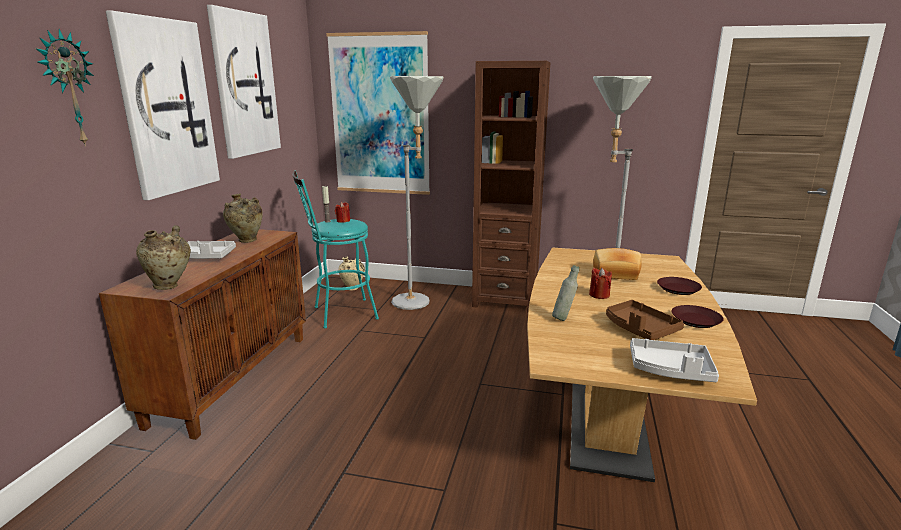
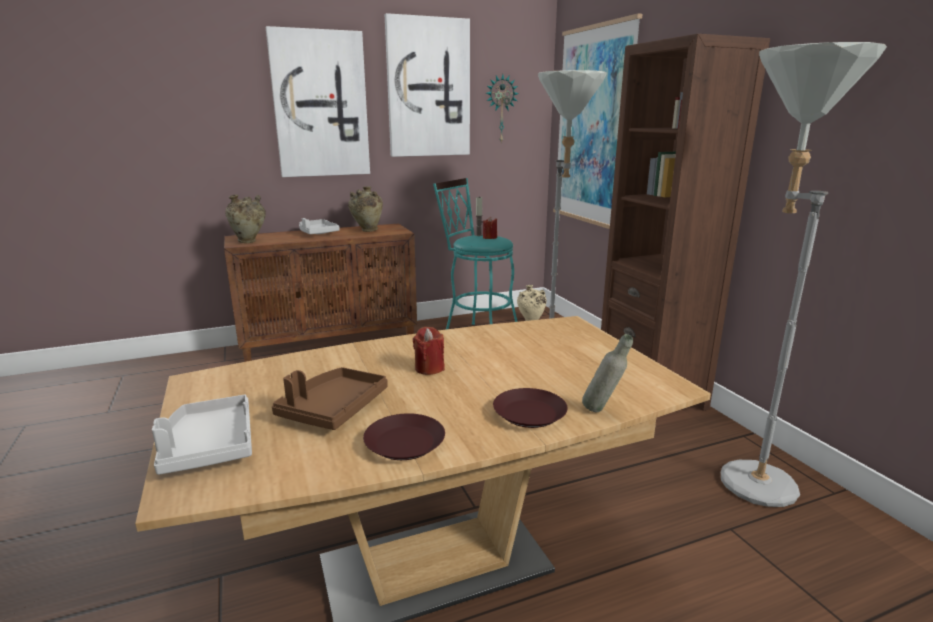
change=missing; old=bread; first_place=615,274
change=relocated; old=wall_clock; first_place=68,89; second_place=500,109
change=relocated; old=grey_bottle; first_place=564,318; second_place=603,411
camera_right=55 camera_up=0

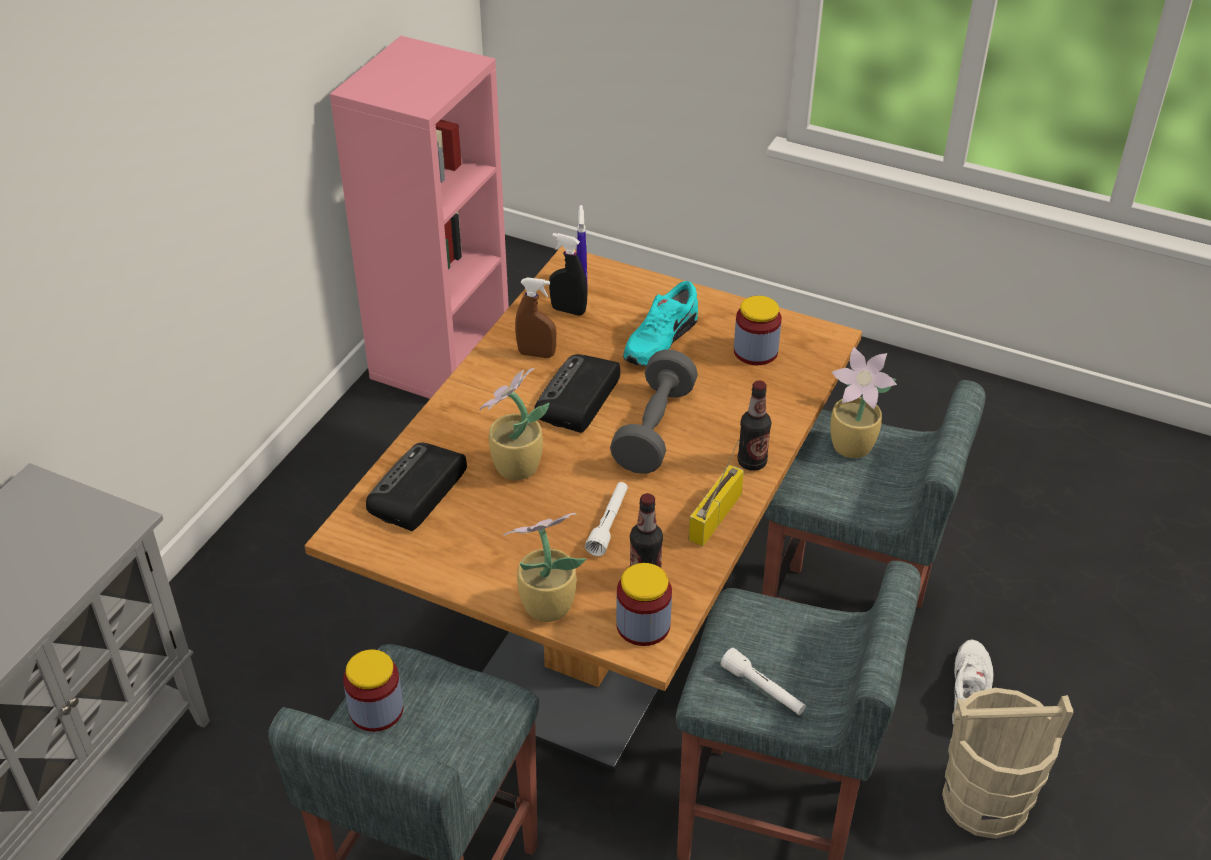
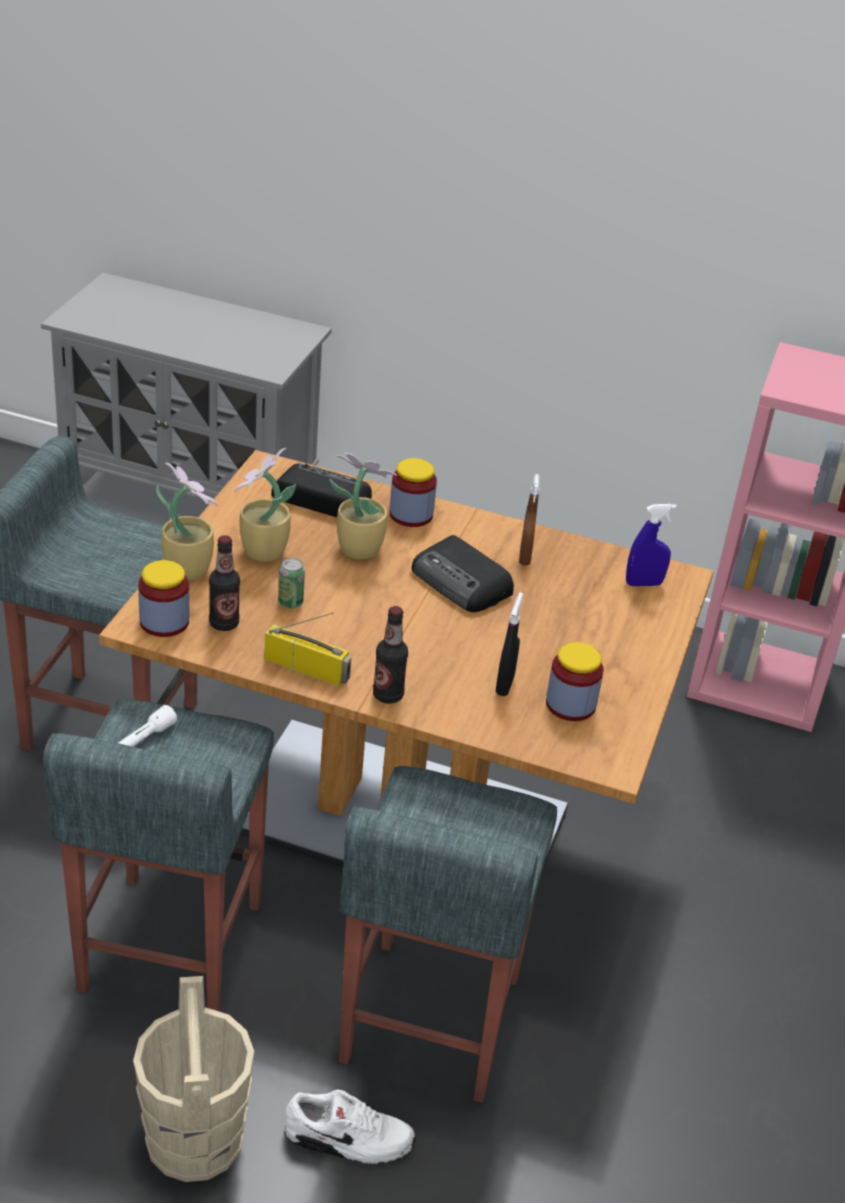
change=missing; old=grey_dumbbell; first_place=654,429
change=missing; old=turquoise_shoe; first_place=659,340
change=relocated; old=jar; first_place=376,710; second_place=411,514
change=relocated; old=black_spray_bottle; first_place=568,310; second_place=504,685
change=relocated; old=potted_plant; first_place=853,447; second_place=262,552
change=exchanged; old=white_flashlight; new=can; first_place=609,524; second_place=290,602
change=spun; old=radio; first_place=578,399; second_place=462,583; degrees=-150
camera_right=80 camera_up=-5

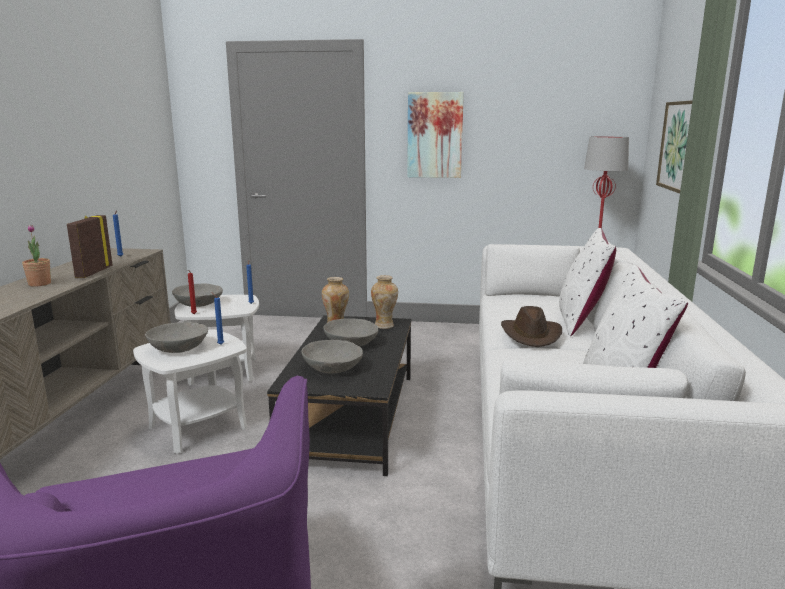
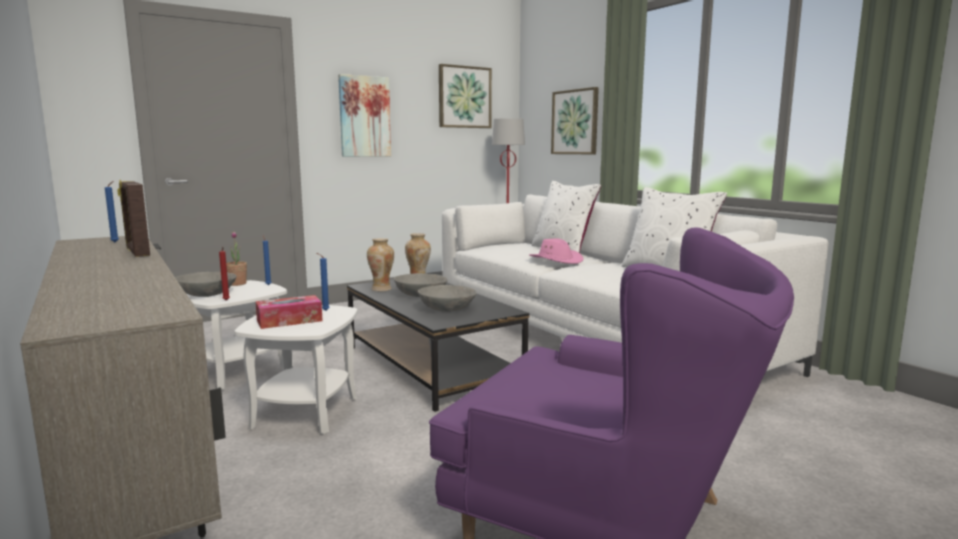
change=appeared; new=picture; second_place=464,97
change=relocated; old=potted_plant; first_place=39,284; second_place=237,284
change=exchanged; old=grey_bowl; new=tissue_box; first_place=178,348; second_place=289,321
change=colour; old=brown_hat; new=pink_hat; first_place=531,335; second_place=556,260
camera_right=-40 camera_up=-5

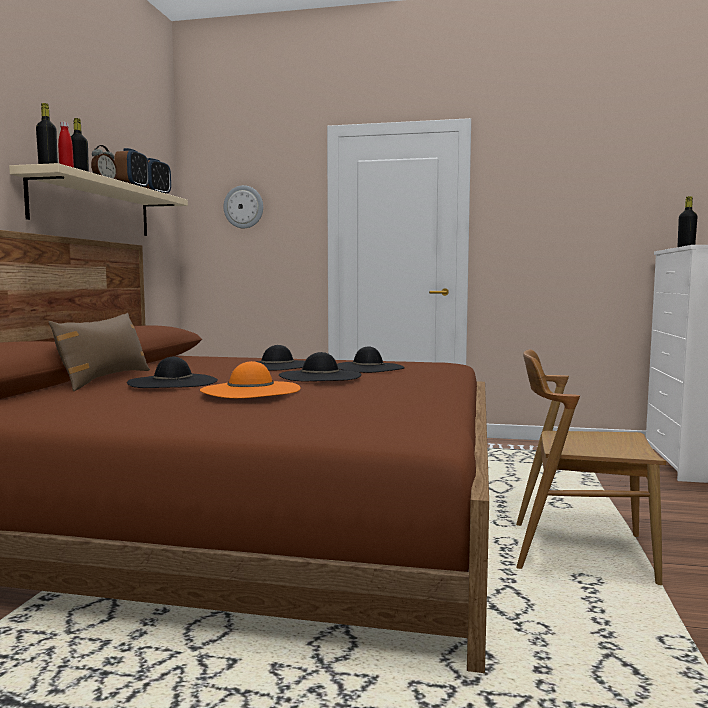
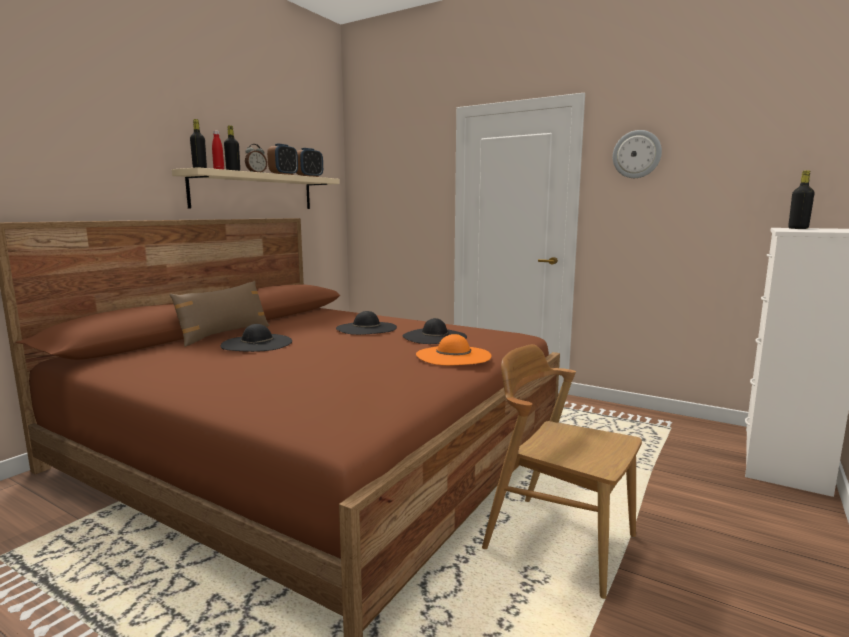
change=missing; old=black_hat; first_place=320,376
change=relocated; old=orange_hat; first_place=250,390; second_place=453,355
change=relocated; old=wall_clock; first_place=243,207; second_place=636,154
camera_right=20 camera_up=5

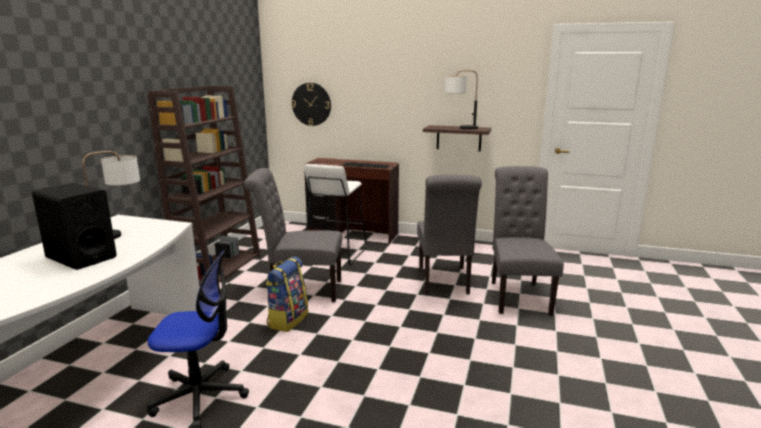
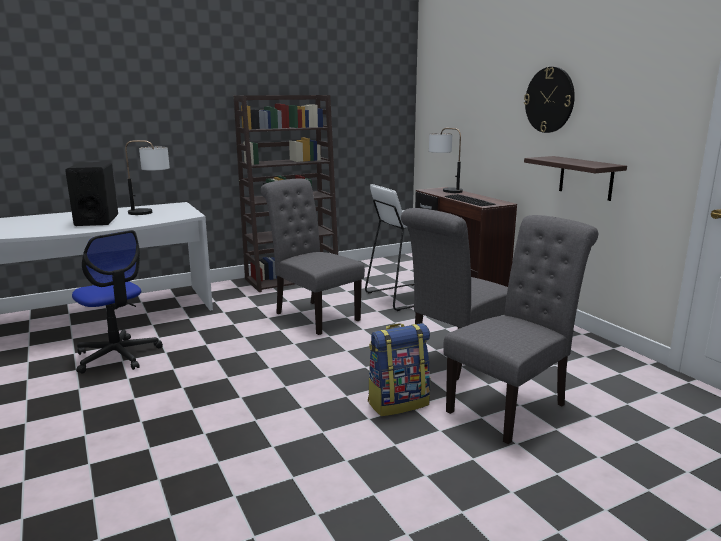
change=relocated; old=backpack; first_place=287,320; second_place=398,403
change=relocated; old=wall_clock; first_place=311,104; second_place=549,100
change=relocated; old=table_lamp; first_place=459,128; second_place=444,190
camera_right=45 camera_up=0

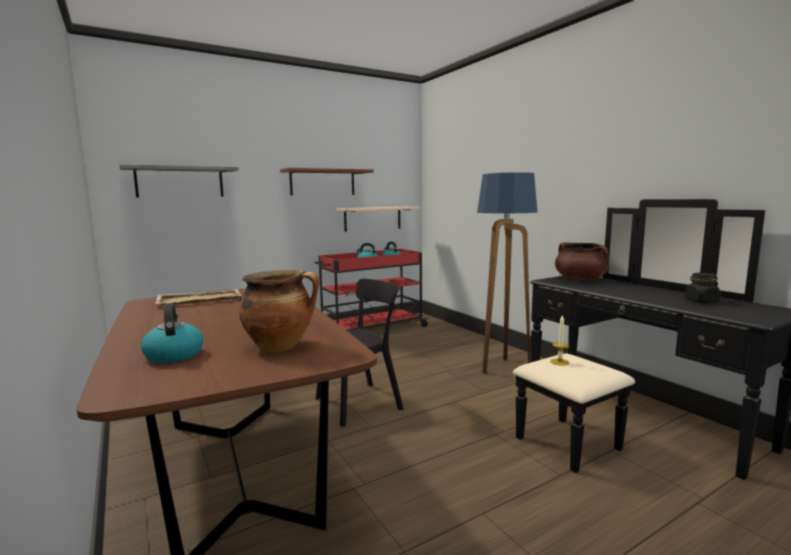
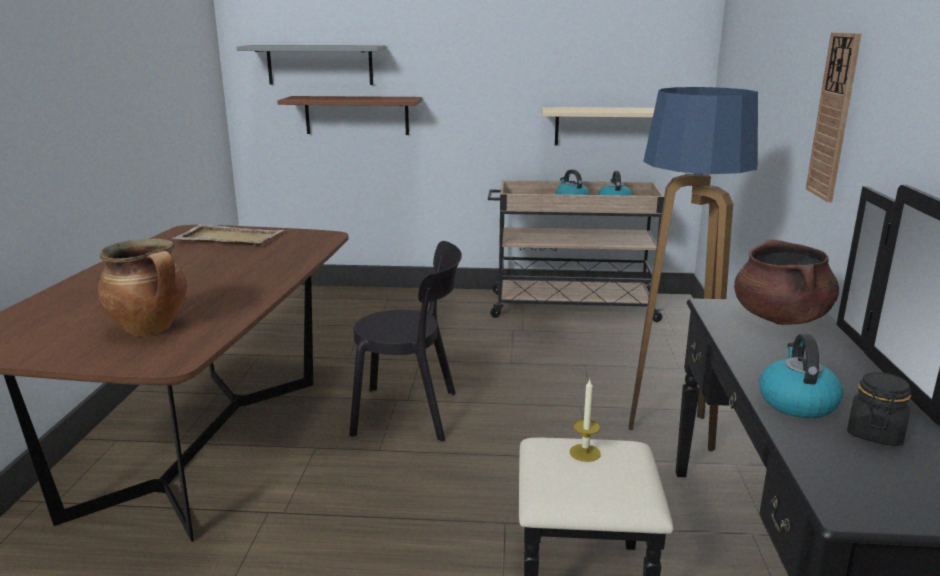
change=appeared; new=wall_clock; second_place=834,117
change=relocated; old=kettle; first_place=174,355; second_place=796,402
change=relocated; old=brown_shelf; first_place=322,182; second_place=357,115
change=colour; old=red_cart; new=beige_cart; first_place=371,329; second_place=570,307
camera_right=35 camera_up=10

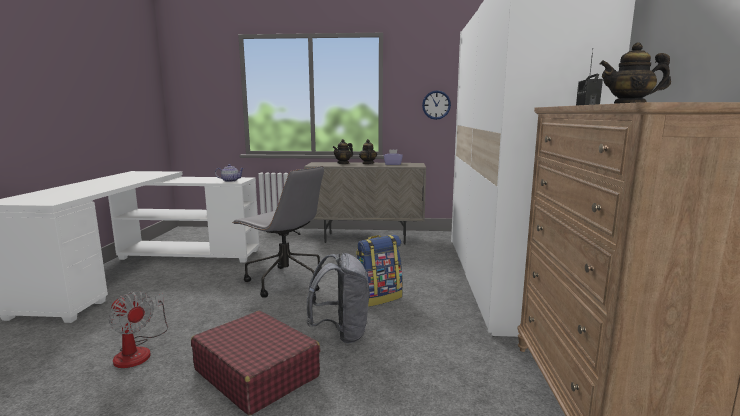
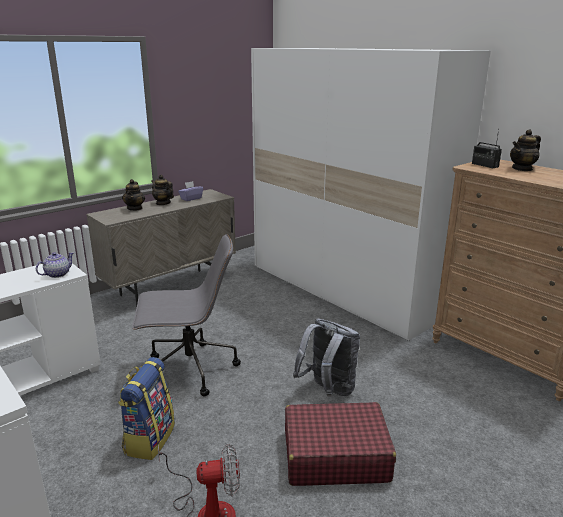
change=missing; old=wall_clock; first_place=436,105
change=relocated; old=backpack; first_place=378,297; second_place=149,438
camera_right=-45 camera_up=10

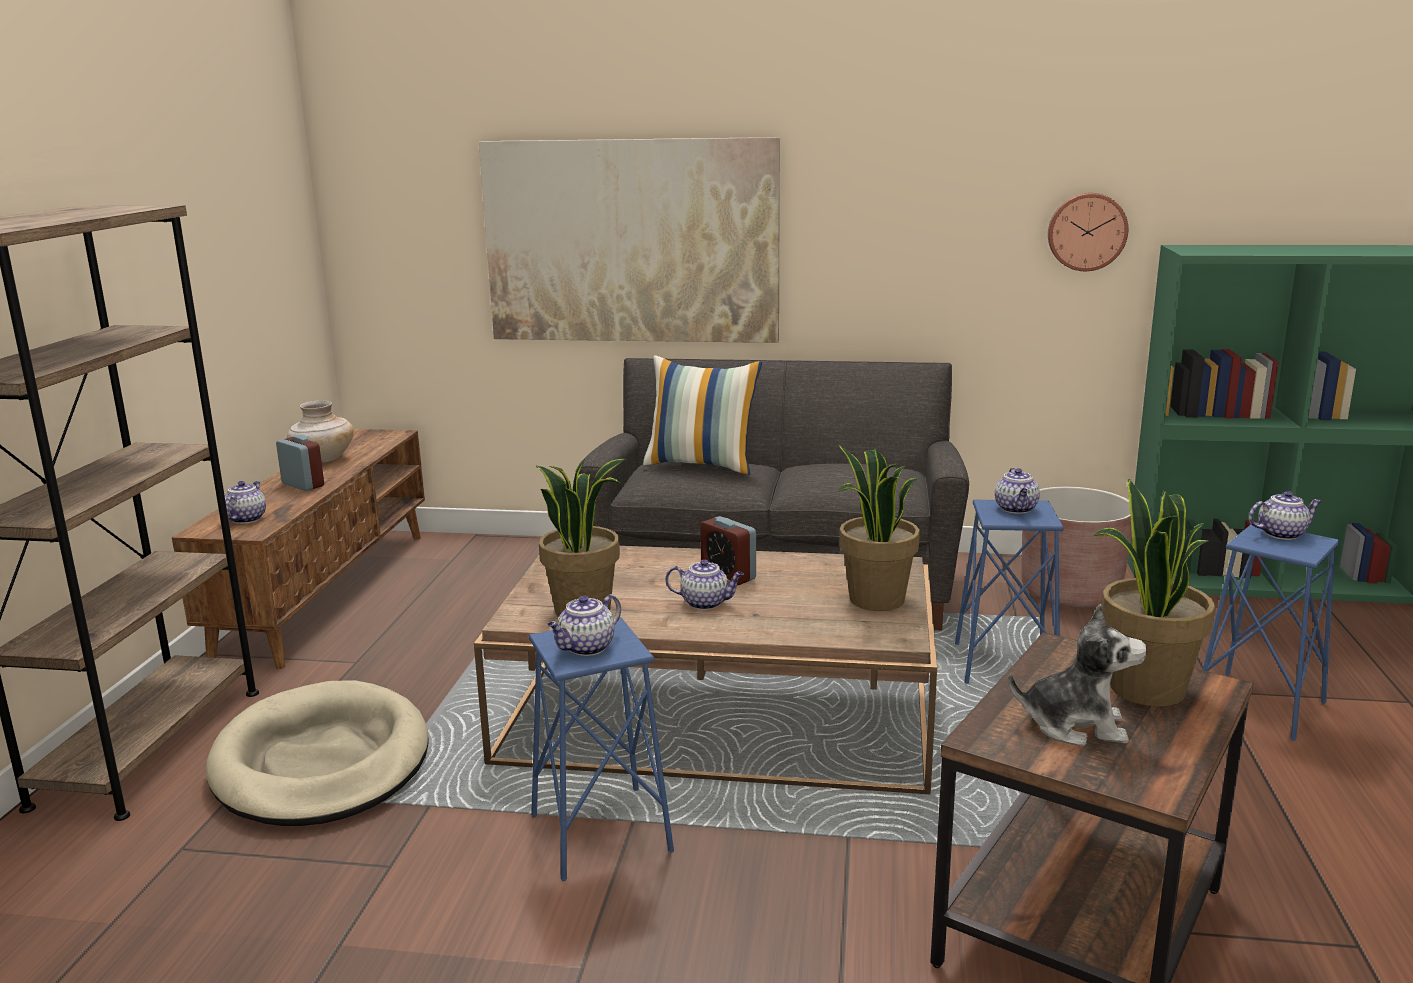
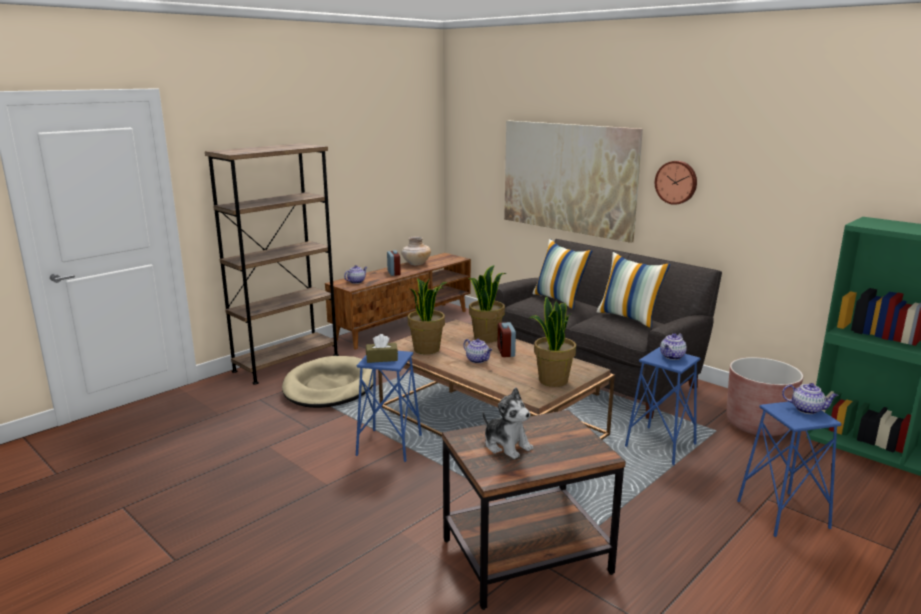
change=appeared; new=pillow; second_place=629,317
change=relocated; old=wall_clock; first_place=1086,231; second_place=676,182
change=relocated; old=potted_plant; first_place=1145,688; second_place=486,337
change=exchanged; old=teapot; new=brown_tissue_box; first_place=586,648; second_place=382,358
camera_right=35 camera_up=0

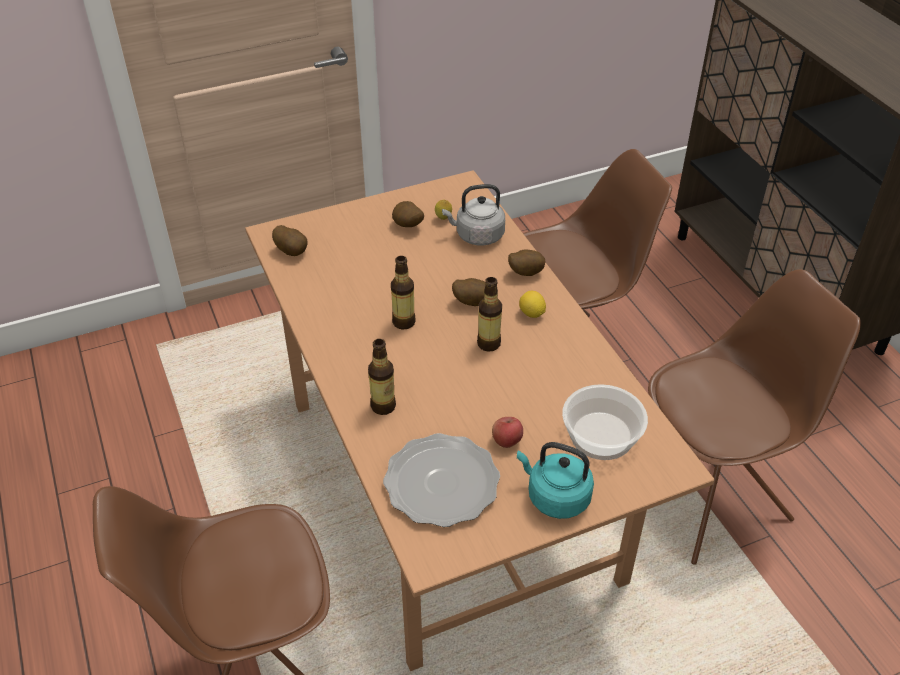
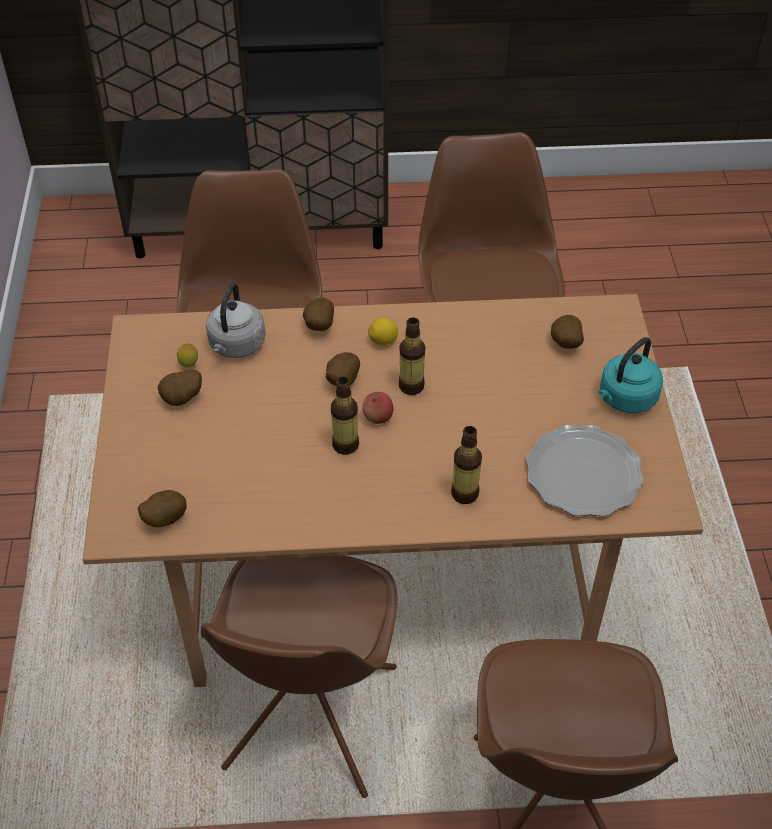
change=appeared; new=brown_chair; second_place=309,720
change=relocated; old=apple; first_place=507,441; second_place=378,417
change=exchanged; old=bowl; new=potato; first_place=602,435; second_place=565,344
camera_right=-70 camera_up=5

